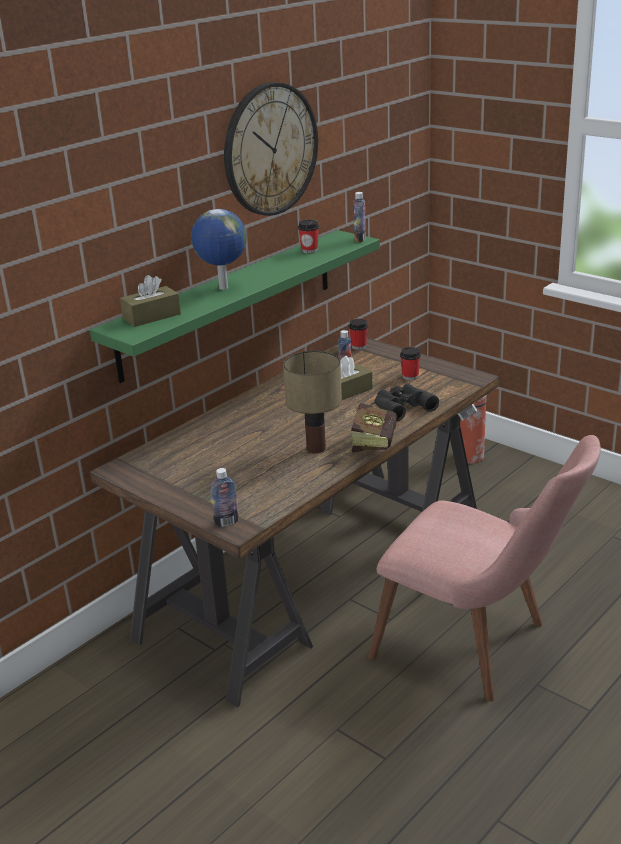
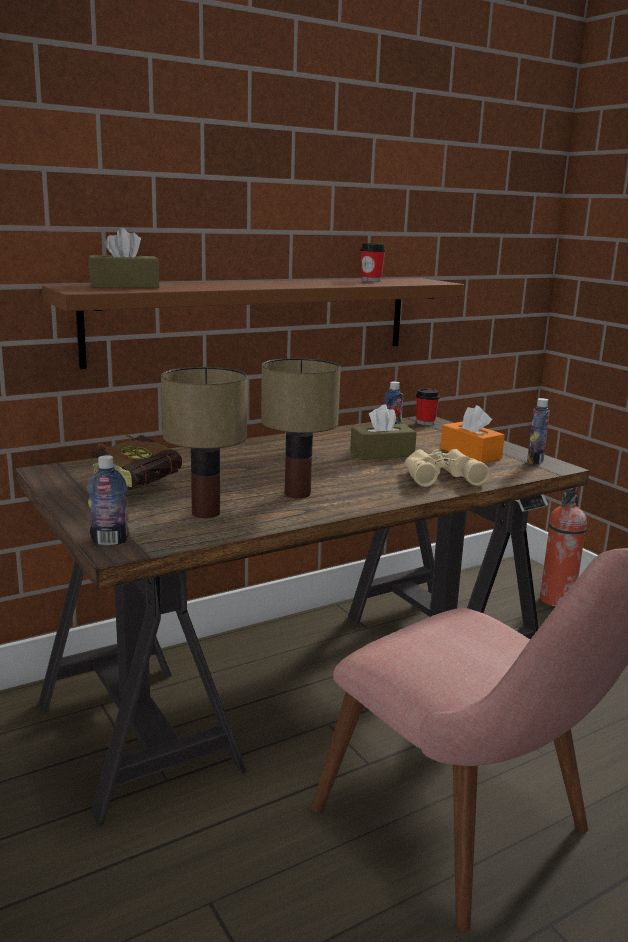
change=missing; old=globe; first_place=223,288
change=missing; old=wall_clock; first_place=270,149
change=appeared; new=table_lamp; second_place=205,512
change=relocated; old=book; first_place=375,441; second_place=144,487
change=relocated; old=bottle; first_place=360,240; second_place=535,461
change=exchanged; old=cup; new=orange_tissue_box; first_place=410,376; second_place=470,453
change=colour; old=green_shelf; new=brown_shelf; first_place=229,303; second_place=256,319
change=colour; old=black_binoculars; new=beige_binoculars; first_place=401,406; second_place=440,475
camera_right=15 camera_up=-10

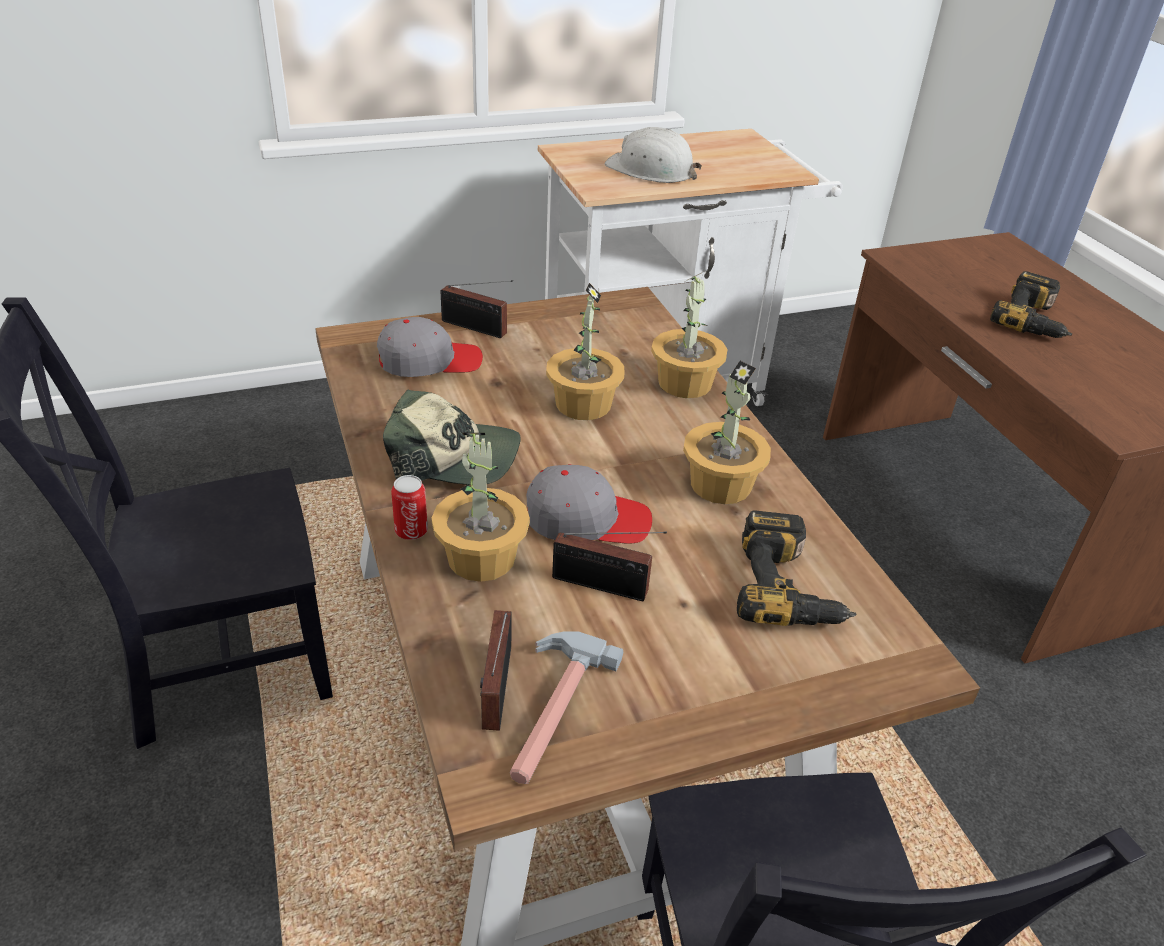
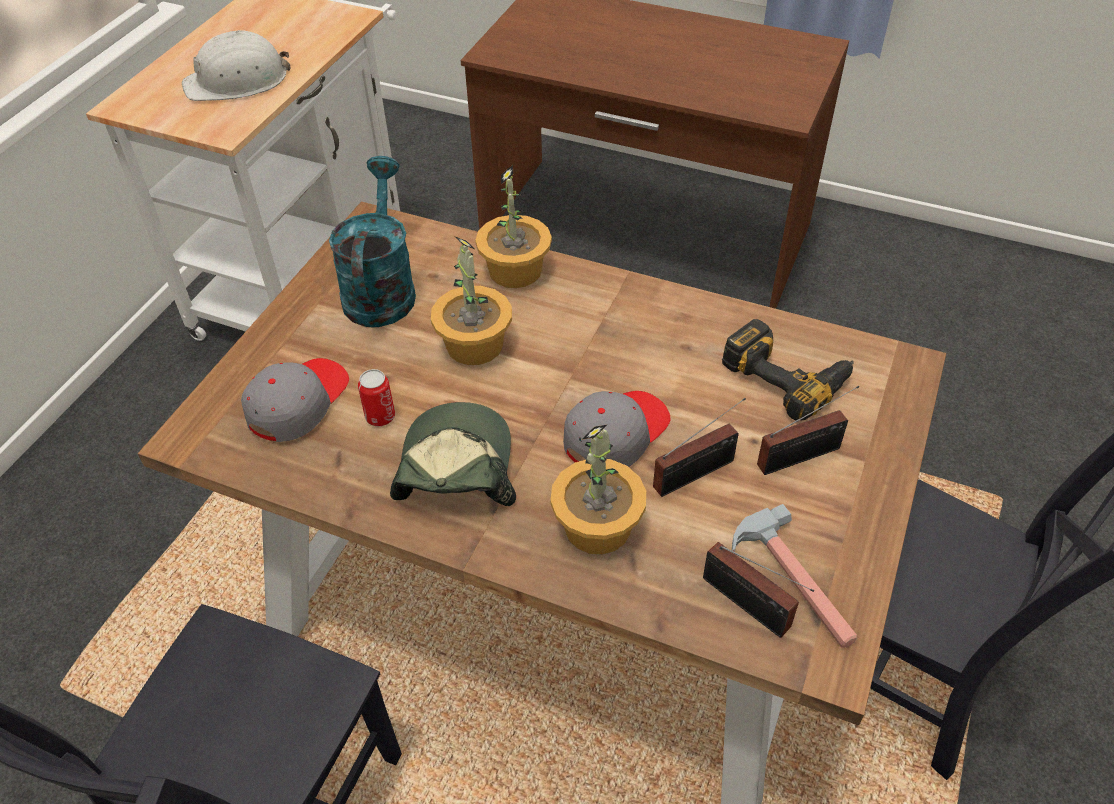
change=missing; old=potted_plant; first_place=721,484
change=missing; old=power_drill; first_place=1035,320
change=appeared; new=turquoise_watering_can; second_place=380,288
change=relocated; old=can; first_place=411,531; second_place=380,417
change=relocated; old=radio; first_place=477,328; second_place=803,456
change=spun; old=cap; first_place=453,458; second_place=455,469; degrees=-45
camera_right=-45 camera_up=10

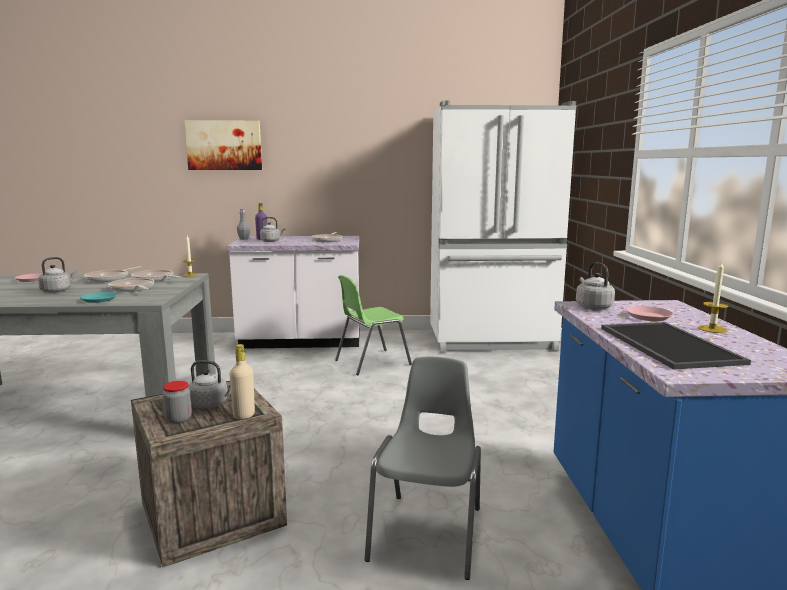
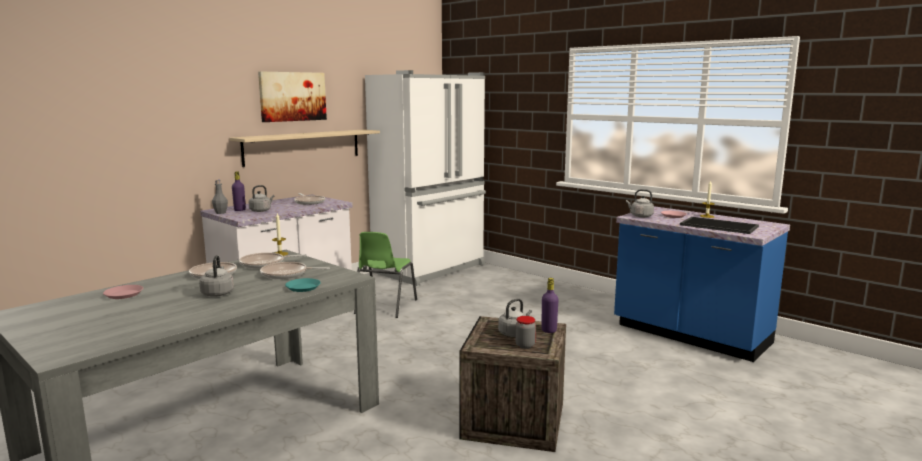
change=missing; old=grey_chair; first_place=429,532
change=appeared; new=beige_shelf; second_place=303,147
change=relocated; old=picture; first_place=224,145; second_place=292,96
change=colour; old=beige_bottle; new=purple_bottle; first_place=244,415; second_place=549,330
camera_right=-45 camera_up=0

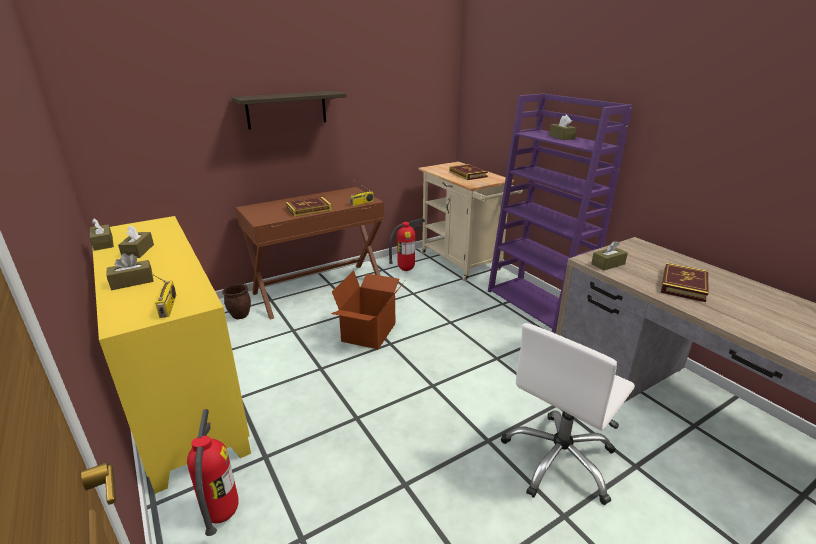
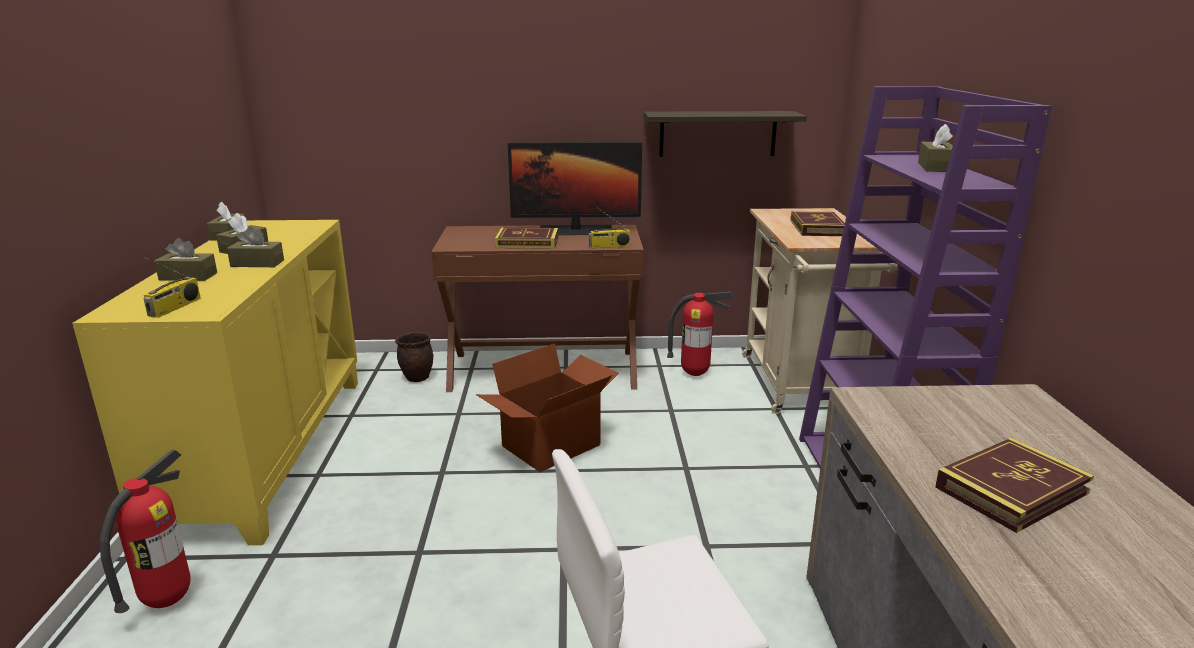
change=appeared; new=monitor; second_place=576,230
change=relocated; old=shelf; first_place=286,109; second_place=717,133
change=relocated; old=brown_tissue_box; first_place=608,264; second_place=257,263
camera_right=30 camera_up=-5

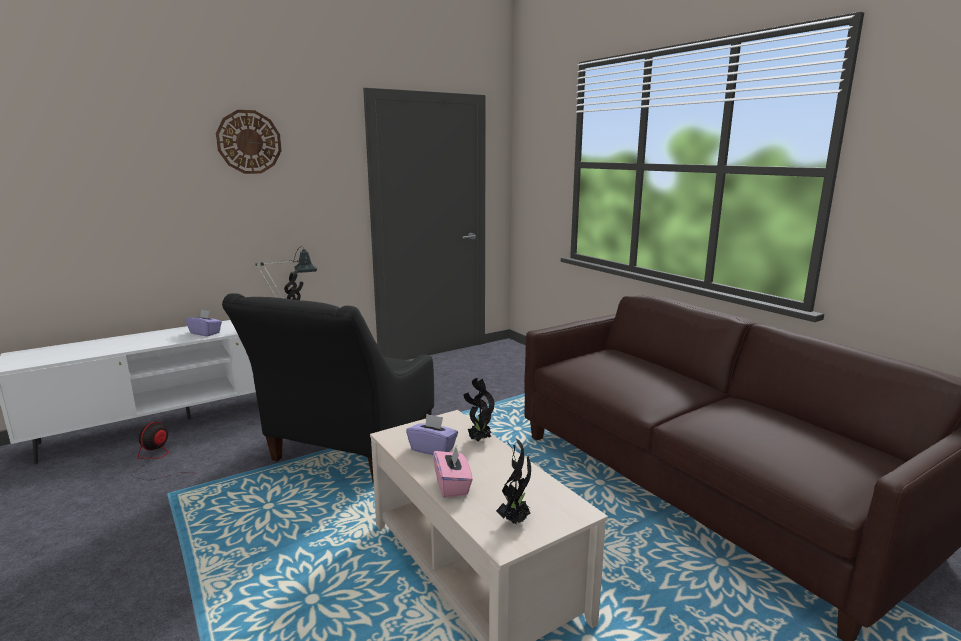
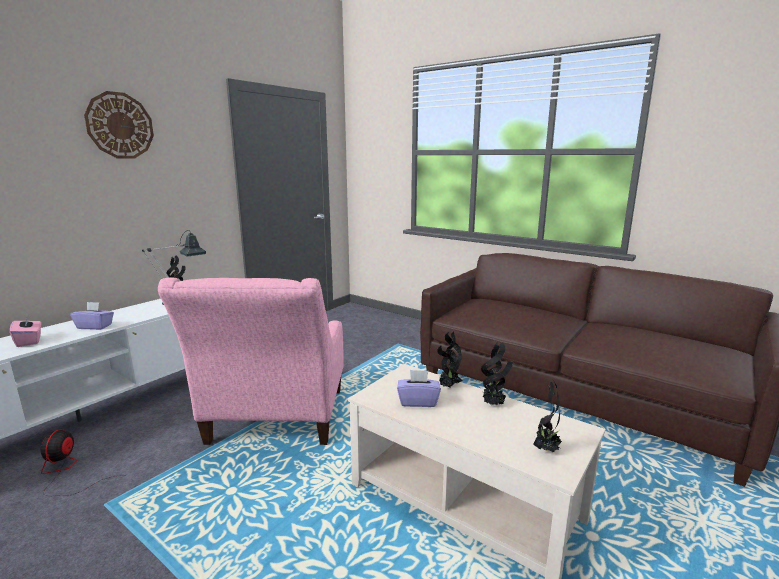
change=appeared; new=potted_plant; second_place=493,404
change=relocated; old=pink_tissue_box; first_place=452,485; second_place=29,341
change=colour; old=black_armchair; new=pink_armchair; first_place=346,452; second_place=275,422
camera_right=-20 camera_up=0

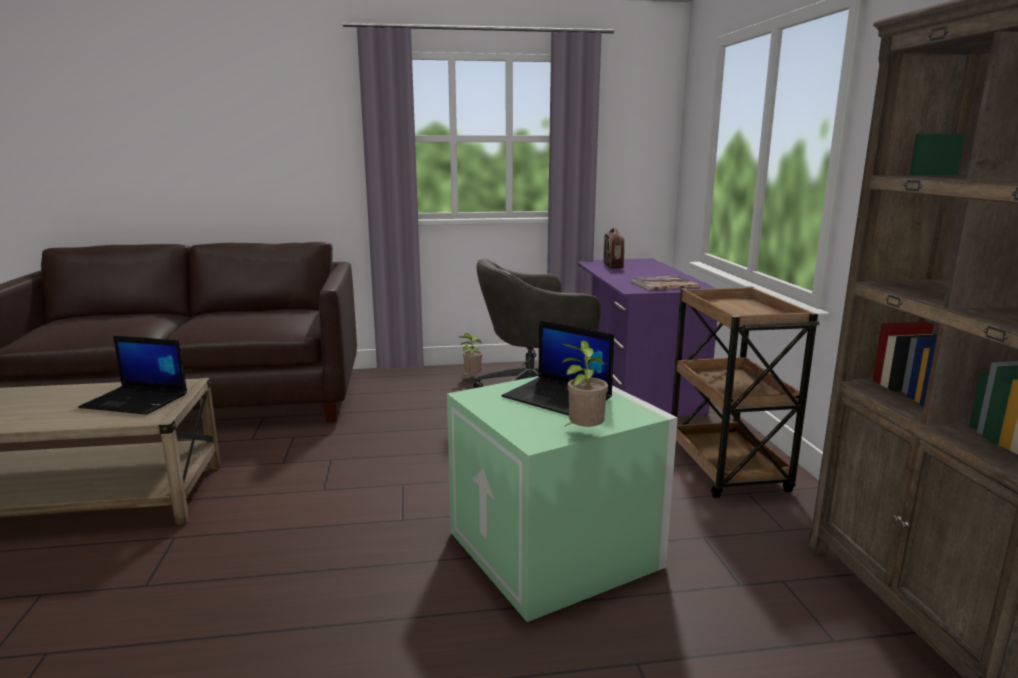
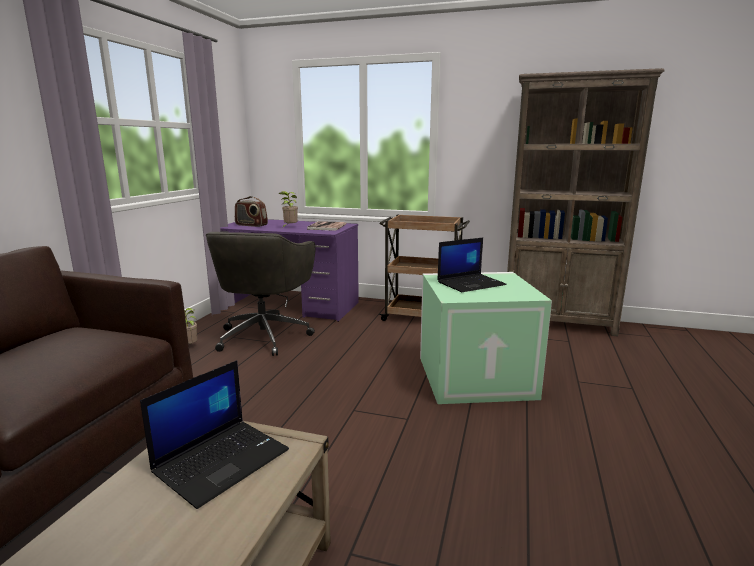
change=relocated; old=potted_plant; first_place=583,432; second_place=289,227
camera_right=-65 camera_up=0

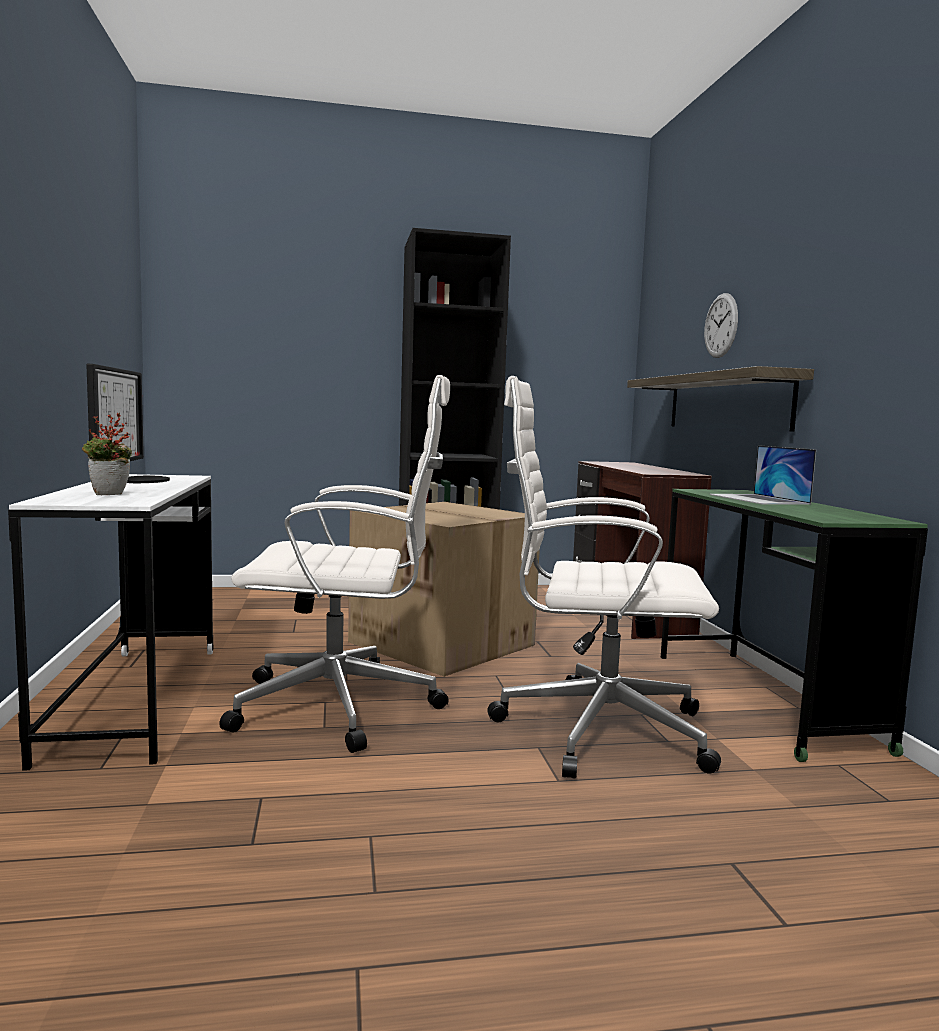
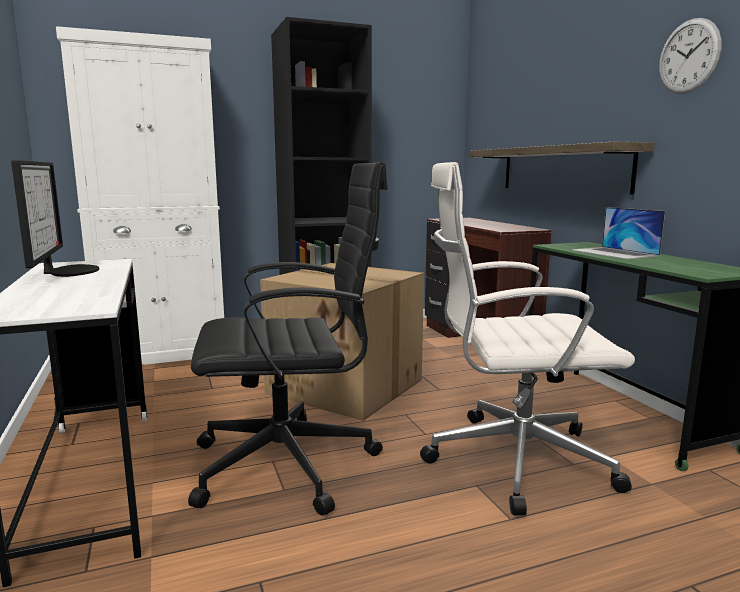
change=missing; old=potted_plant; first_place=109,495
change=appeared; new=white_cabinet; second_place=164,353
change=relocated; old=wall_clock; first_place=721,325; second_place=688,56
change=colour; old=white_office_chair; new=black_office_chair; first_place=343,706; second_place=290,464
camera_right=-10 camera_up=5

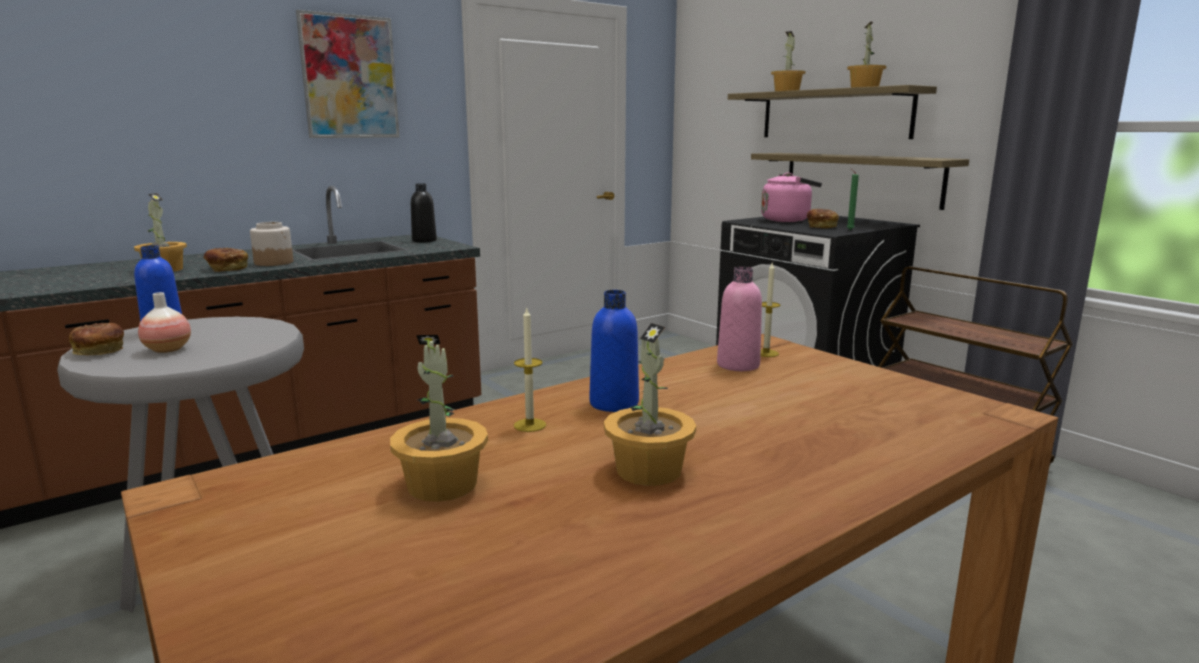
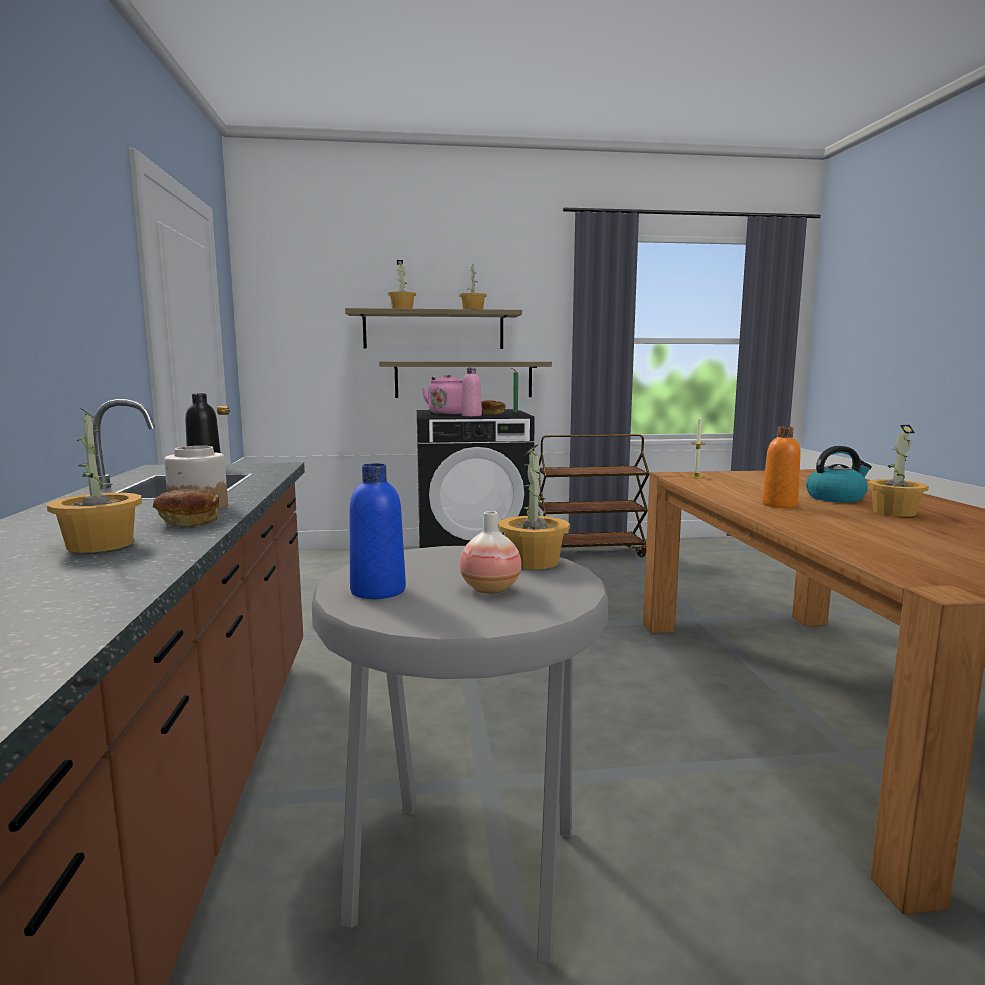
change=missing; old=bread; first_place=99,351
change=missing; old=picture; first_place=349,77
change=missing; old=candle; first_place=530,425
change=appeared; new=kettle; second_place=836,498
change=relocated; old=potted_plant; first_place=442,485; second_place=534,561
change=relocated; old=pink_bottle; first_place=738,365; second_place=471,415
change=colour; old=blue_bottle; new=orange_bottle; first_place=614,403; second_place=779,504
camera_right=-60 camera_up=-5

